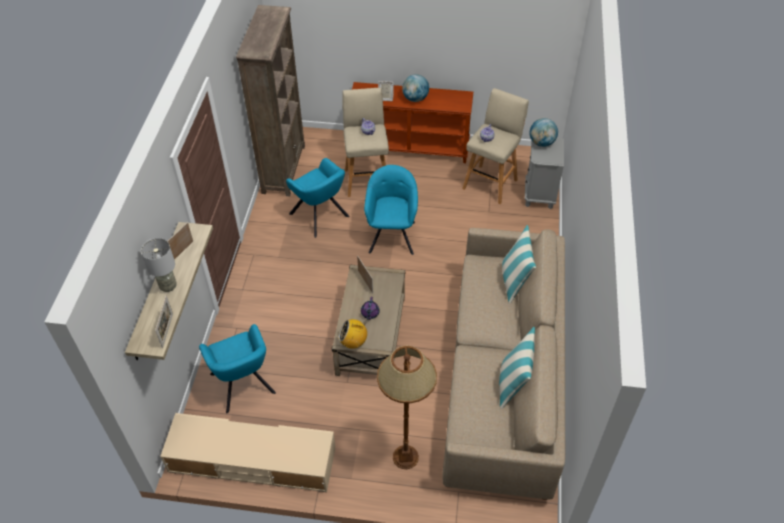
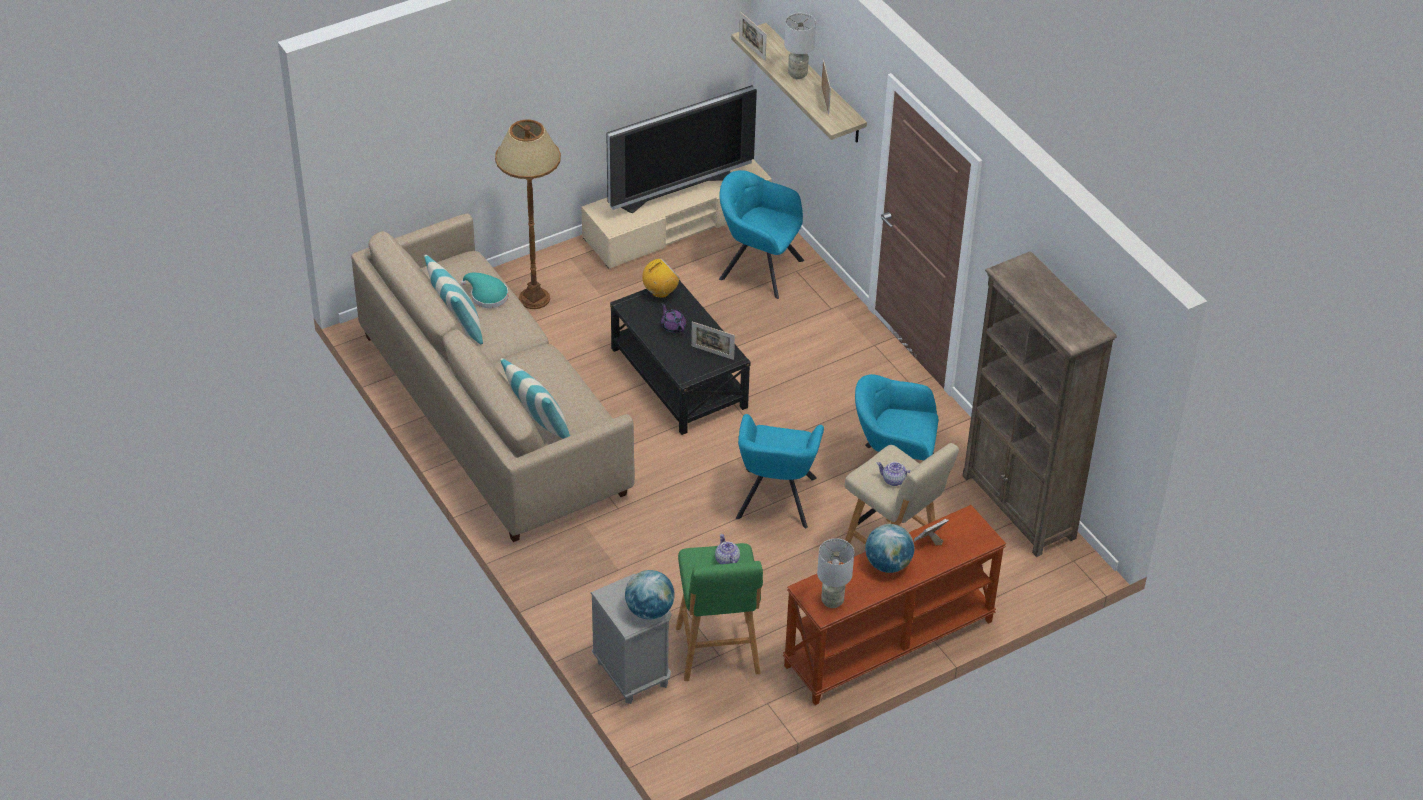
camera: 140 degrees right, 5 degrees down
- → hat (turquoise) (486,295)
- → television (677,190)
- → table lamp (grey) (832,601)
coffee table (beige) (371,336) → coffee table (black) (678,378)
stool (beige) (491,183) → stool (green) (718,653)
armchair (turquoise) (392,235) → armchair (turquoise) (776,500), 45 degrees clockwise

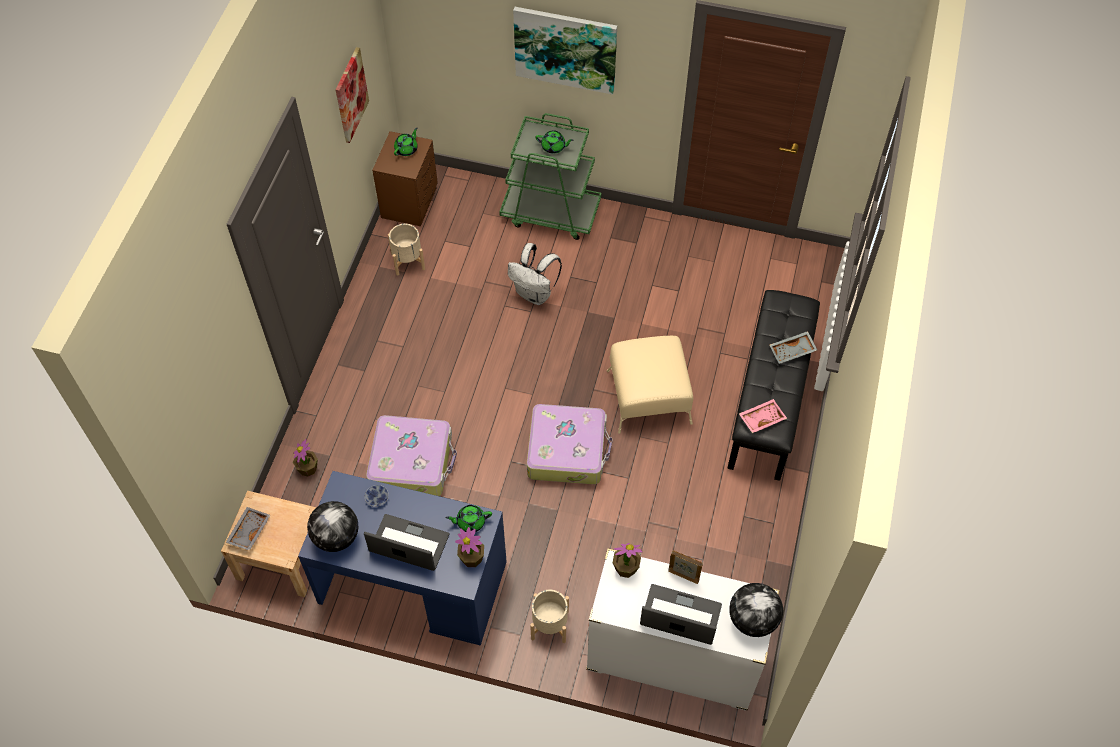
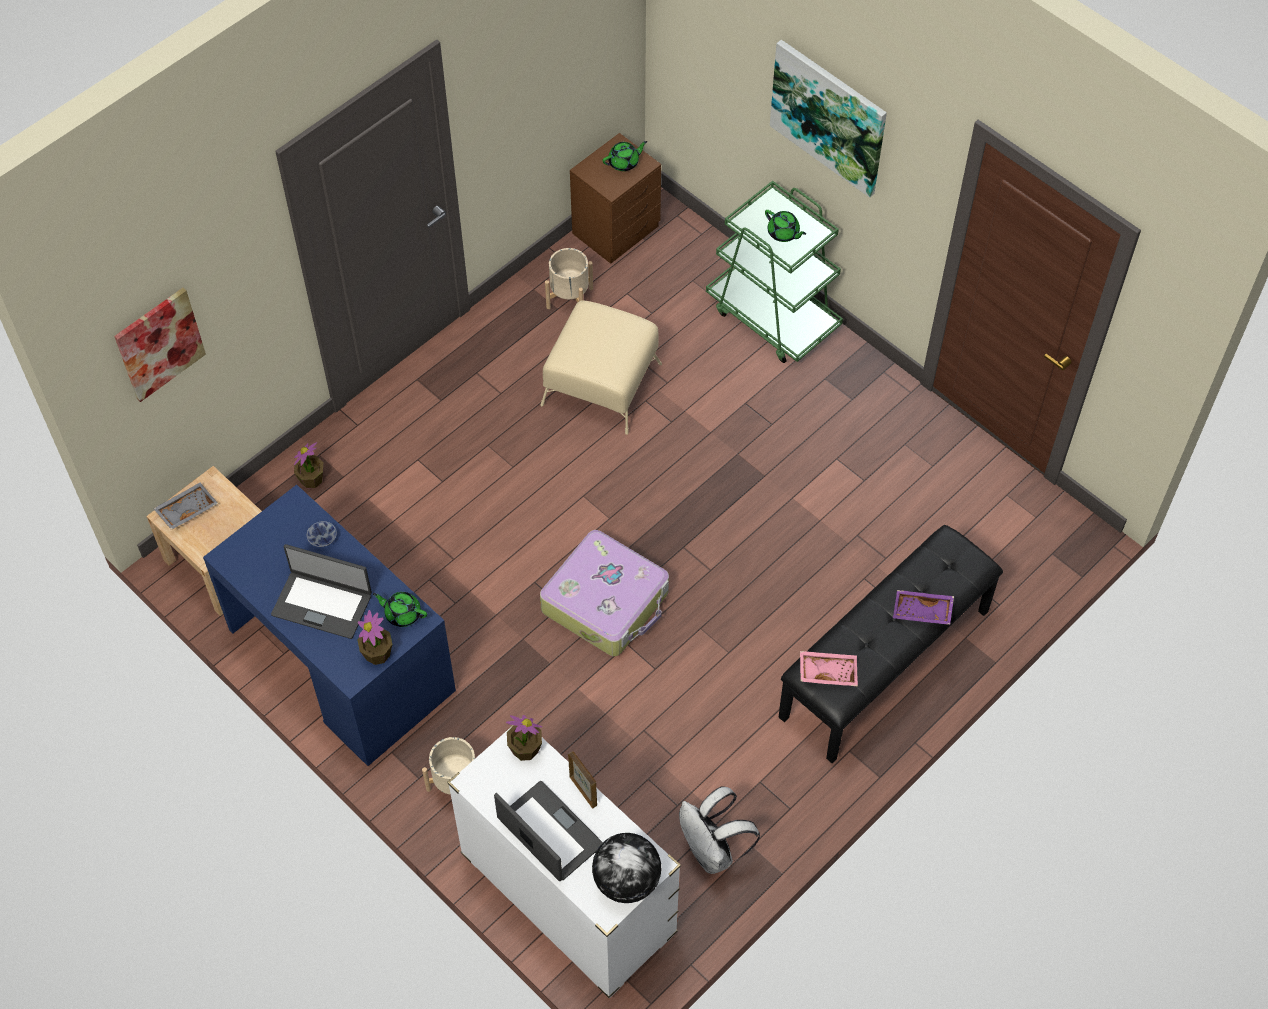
camera: 30 degrees right, 0 degrees up
globe (336,537) → -
suitcase (412,462) → -
picture (350,95) → picture (159,343), shifted
backpack (white) (535,294) → backpack (white) (713,852), shifted
ottoman (beige) (648,397) → ottoman (beige) (600,384), shifted
tray (grey) (792,351) → tray (purple) (922,612)
laptop (409,544) → laptop (322,604), 150 degrees clockwise

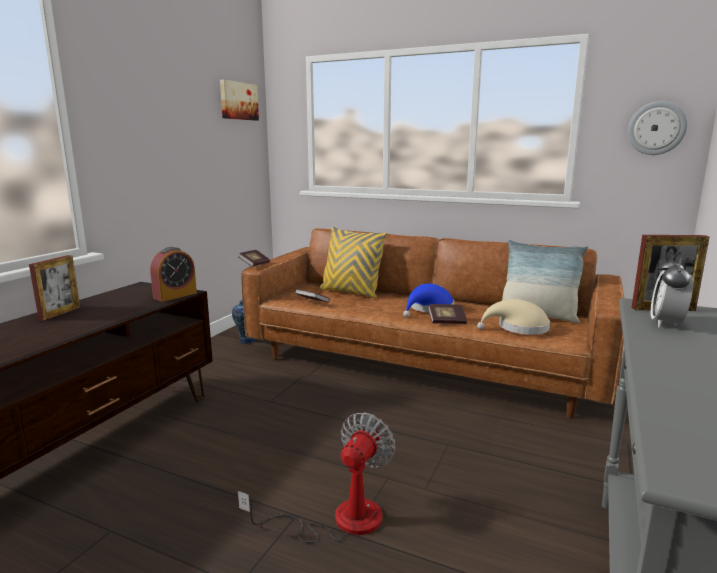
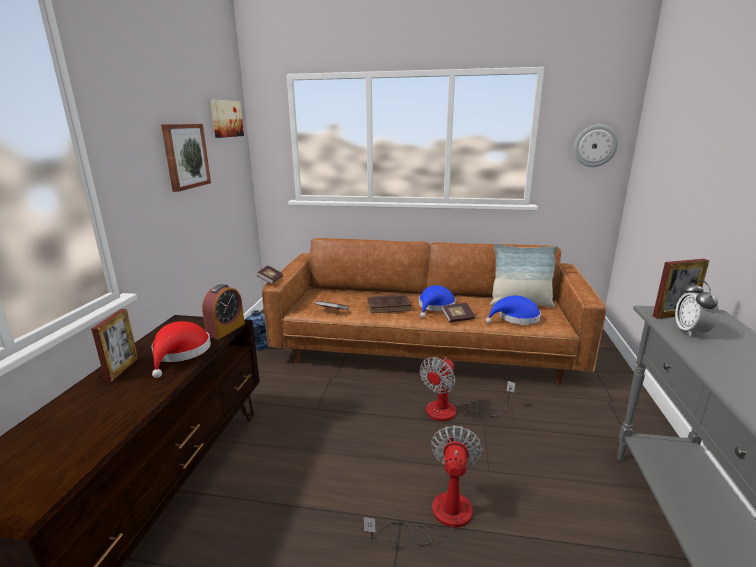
camera: 15 degrees left, 5 degrees up
pillow (yellow) (351,292) → -
- → hat (red) (180,353)
- → picture (185,156)
- → book (brown) (390,306)
- → fan (452,411)
hat (beige) (518,328) → hat (blue) (516,318)

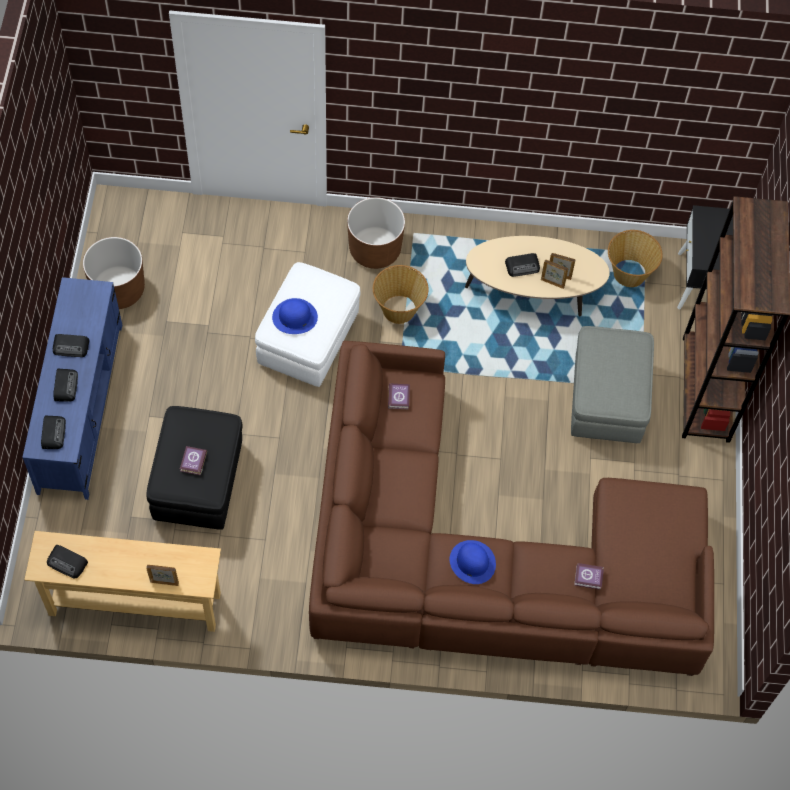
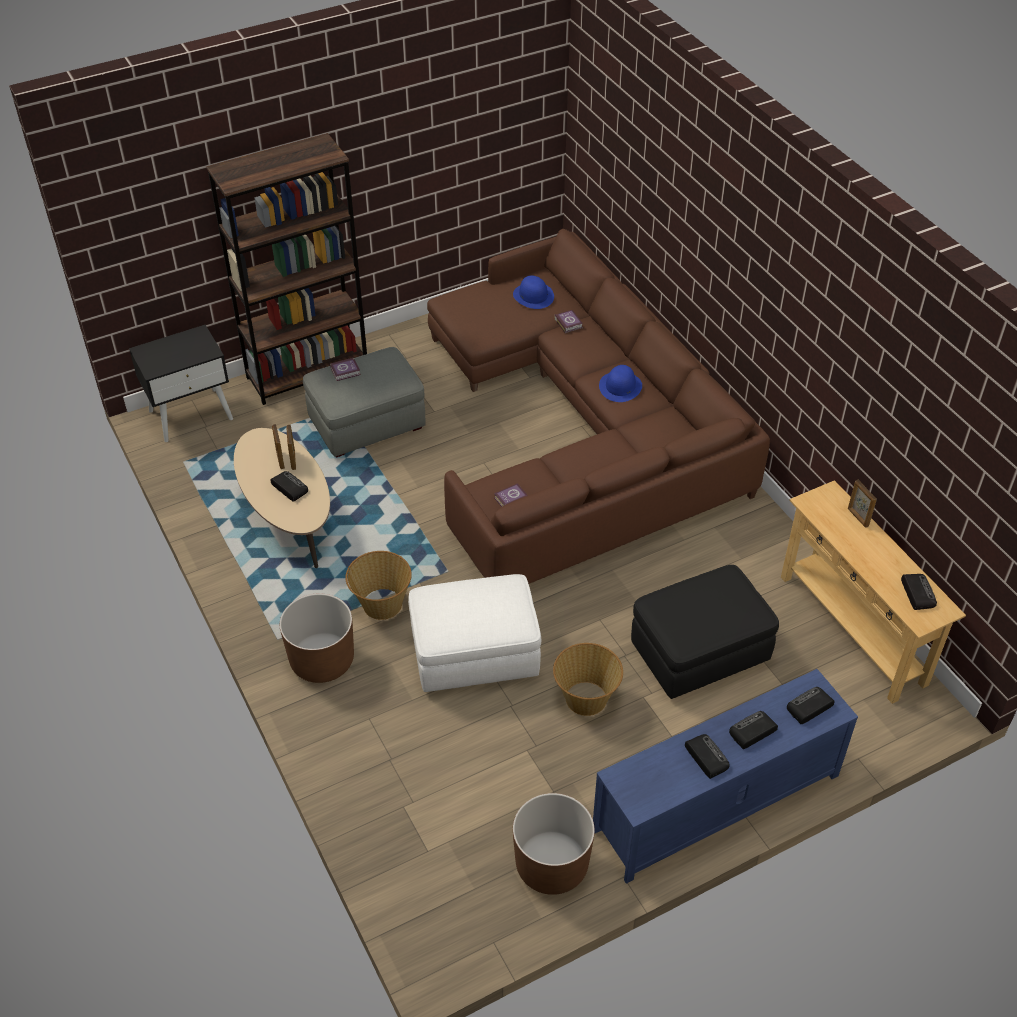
camera: 120 degrees left, 15 degrees down
book (192,462) → book (346,371), shifted
hat (blue) (294,317) → hat (blue) (533,296), shifted
basket (629,273) → basket (586,699), shifted

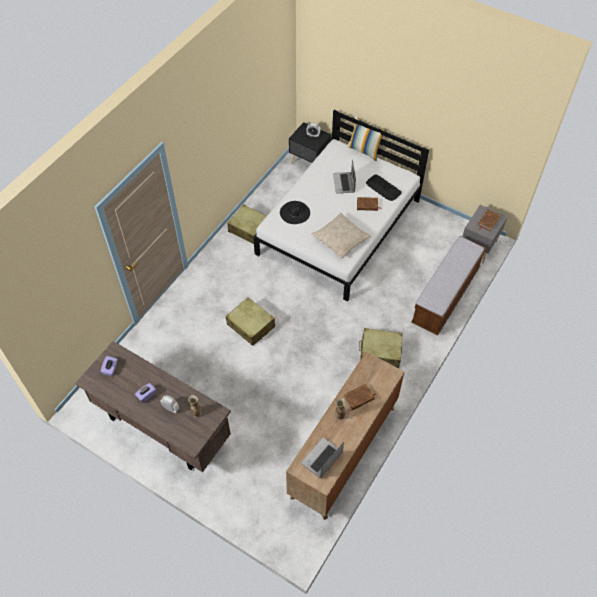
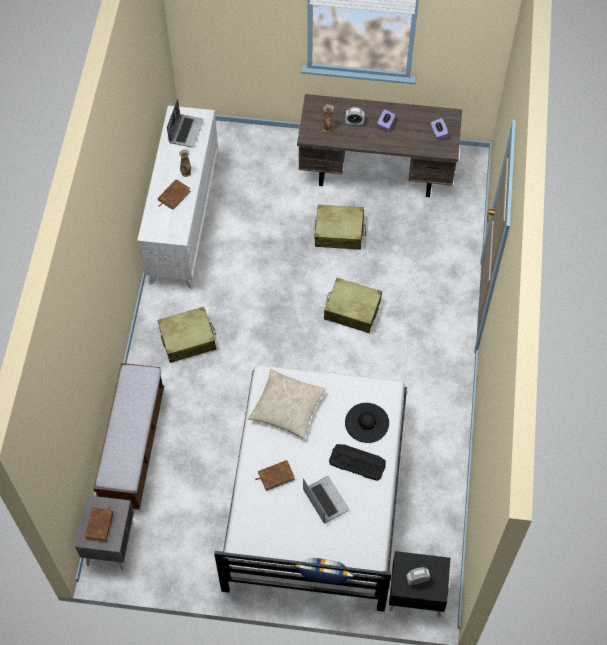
camera: 155 degrees right, 5 degrees up
suitcase (beige) (250,229) → suitcase (beige) (339,232), shifted
keyboard (383,188) → keyboard (357,462), shifted
dresser (brown) (343,452) → dresser (white) (184,221)

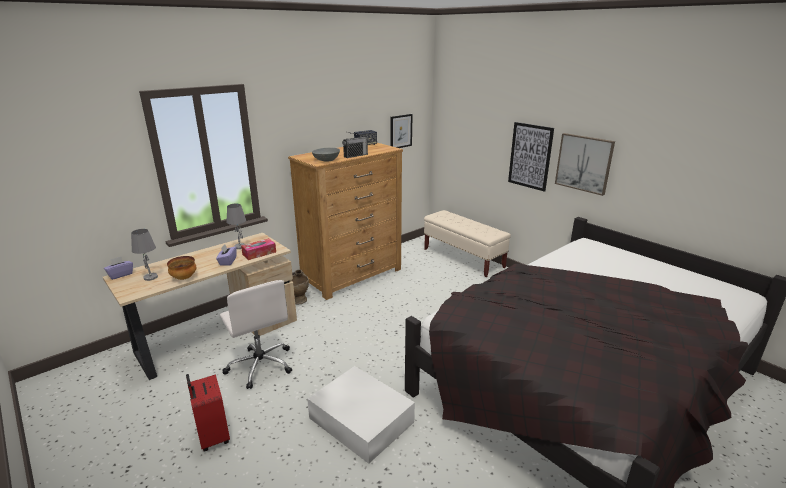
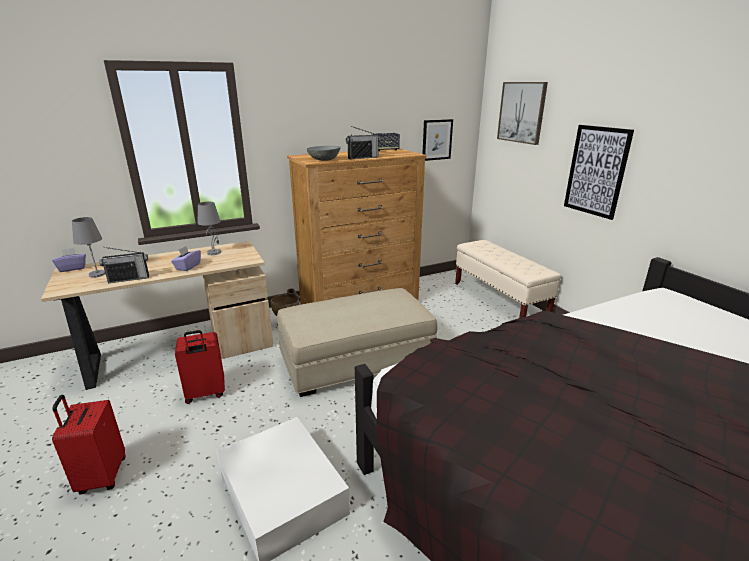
camera: 15 degrees right, 0 degrees up
tissue box (259,253) → -
- → ottoman (beige) (356,359)
picture (584,163) → picture (521,112), shifted
bowl (184,278) → radio (129,279)
office chair (white) (260,365) → suitcase (red) (205,394)

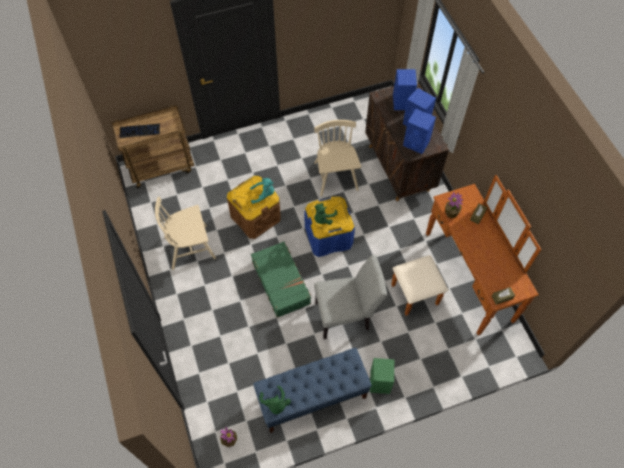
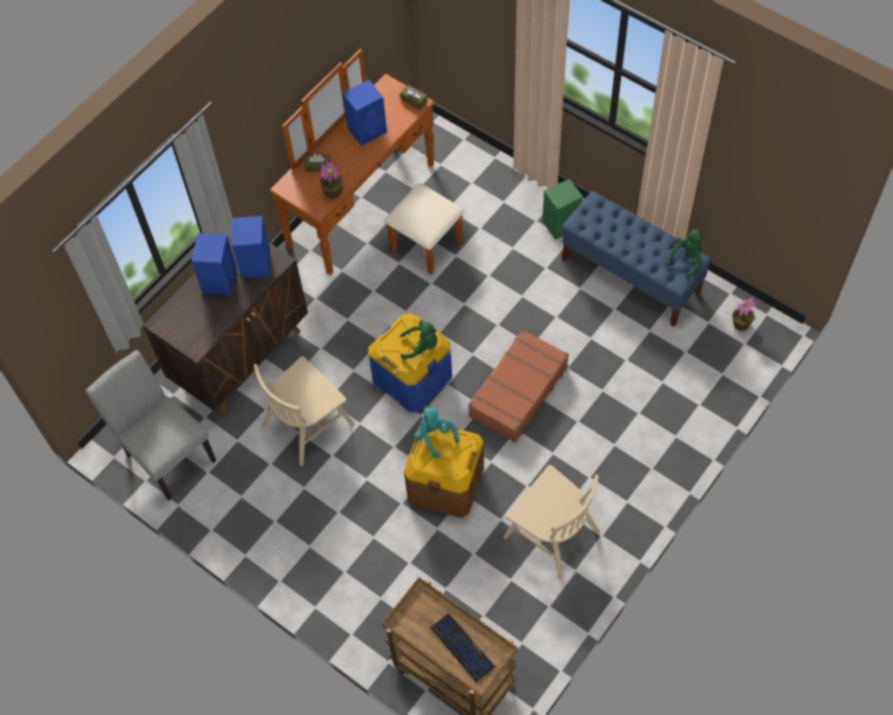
camera: 120 degrees left, 0 degrees up
chair (grey) (346,315) → chair (grey) (166,453), shifted
speaker (blue) (402,102) → speaker (blue) (368,130), shifted
suitcase (green) (281,282) → suitcase (brown) (517,391)

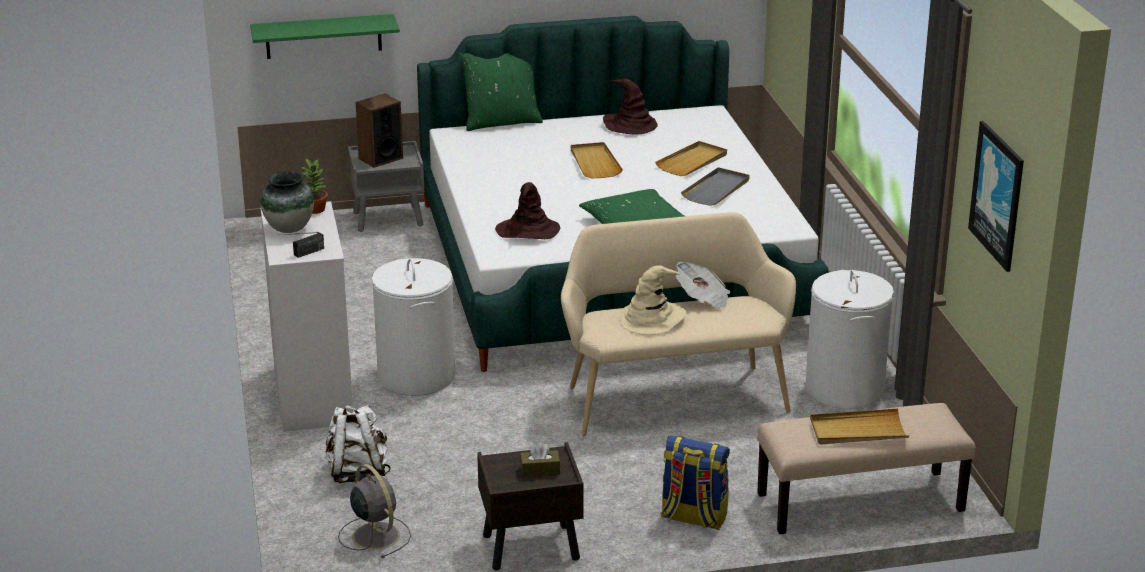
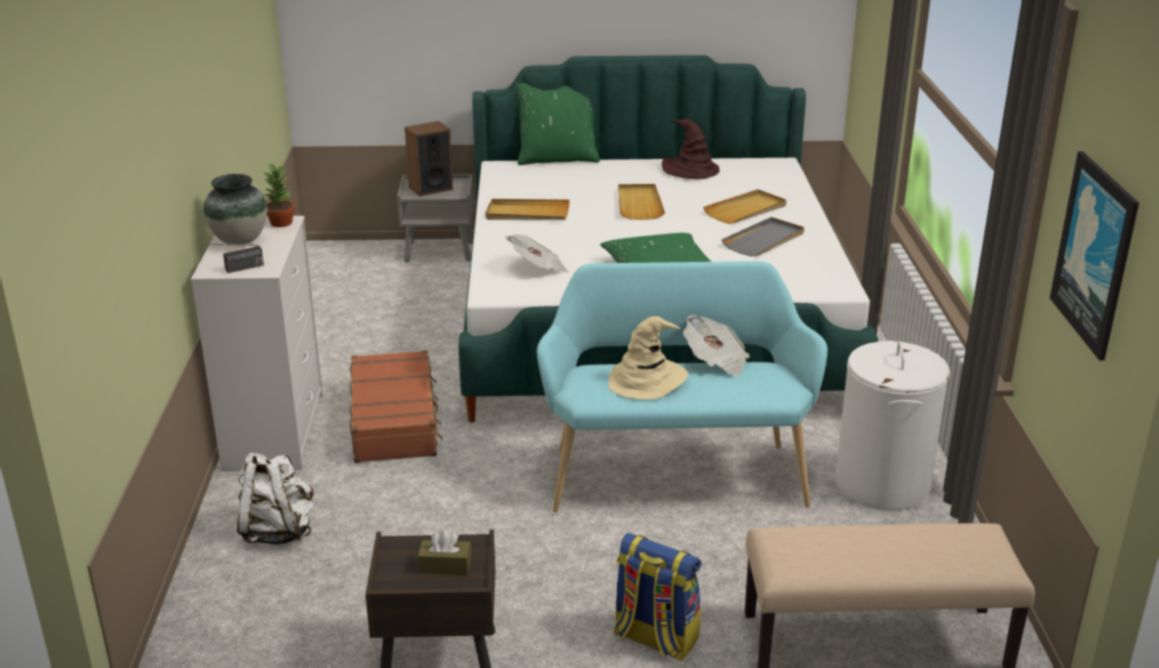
camera: 10 degrees right, 0 degrees up
shelf (green) (323,36) → -
fan (grey) (375,535) → -
tray (beige) (858,431) → tray (beige) (527,213), shifted
laundry basket (white) (416,376) → suitcase (brown) (395,420)
hat (brown) (527,231) → newspaper (538,268)
bench (beige) (673,395) → bench (turquoise) (675,471)

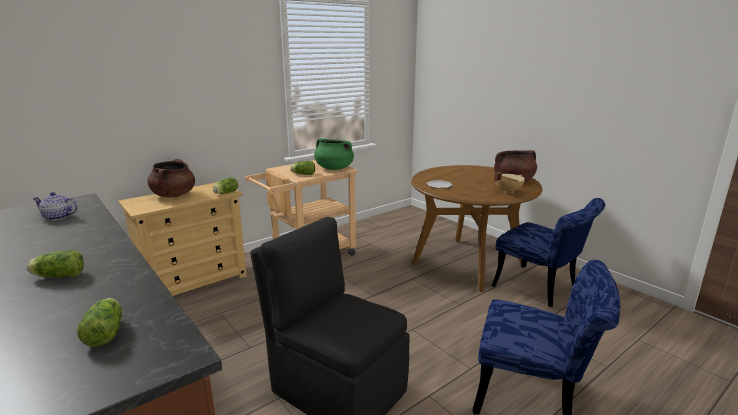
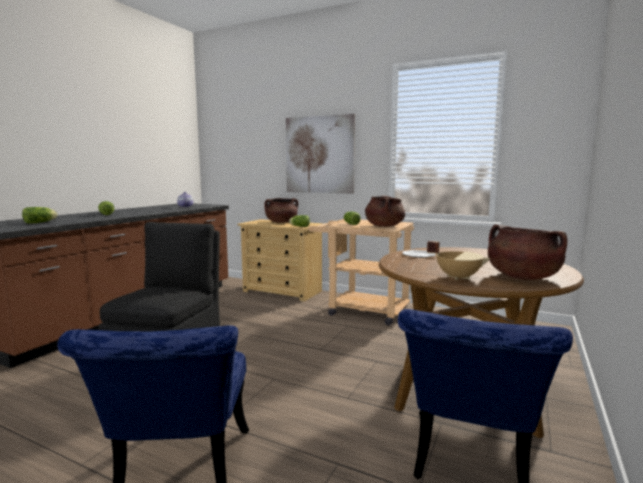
camera: 65 degrees right, 10 degrees down
- → picture (319,155)
cooking pot (green) (334,168) → cooking pot (brown) (384,226)

